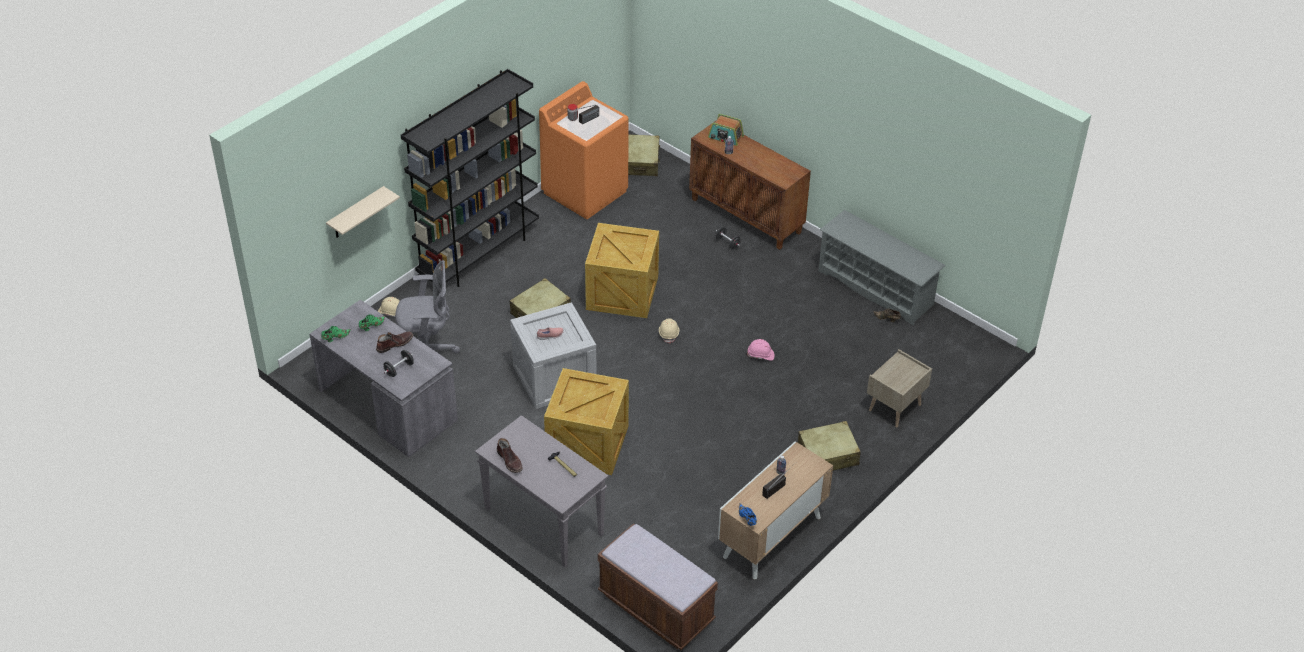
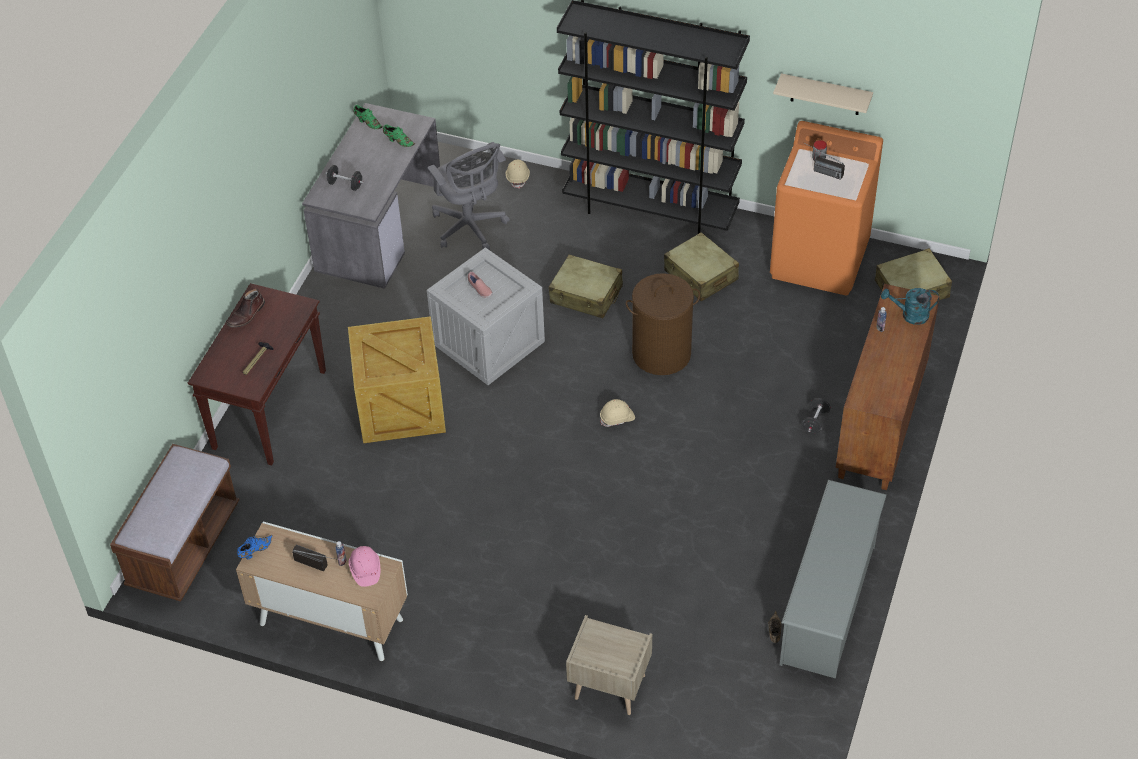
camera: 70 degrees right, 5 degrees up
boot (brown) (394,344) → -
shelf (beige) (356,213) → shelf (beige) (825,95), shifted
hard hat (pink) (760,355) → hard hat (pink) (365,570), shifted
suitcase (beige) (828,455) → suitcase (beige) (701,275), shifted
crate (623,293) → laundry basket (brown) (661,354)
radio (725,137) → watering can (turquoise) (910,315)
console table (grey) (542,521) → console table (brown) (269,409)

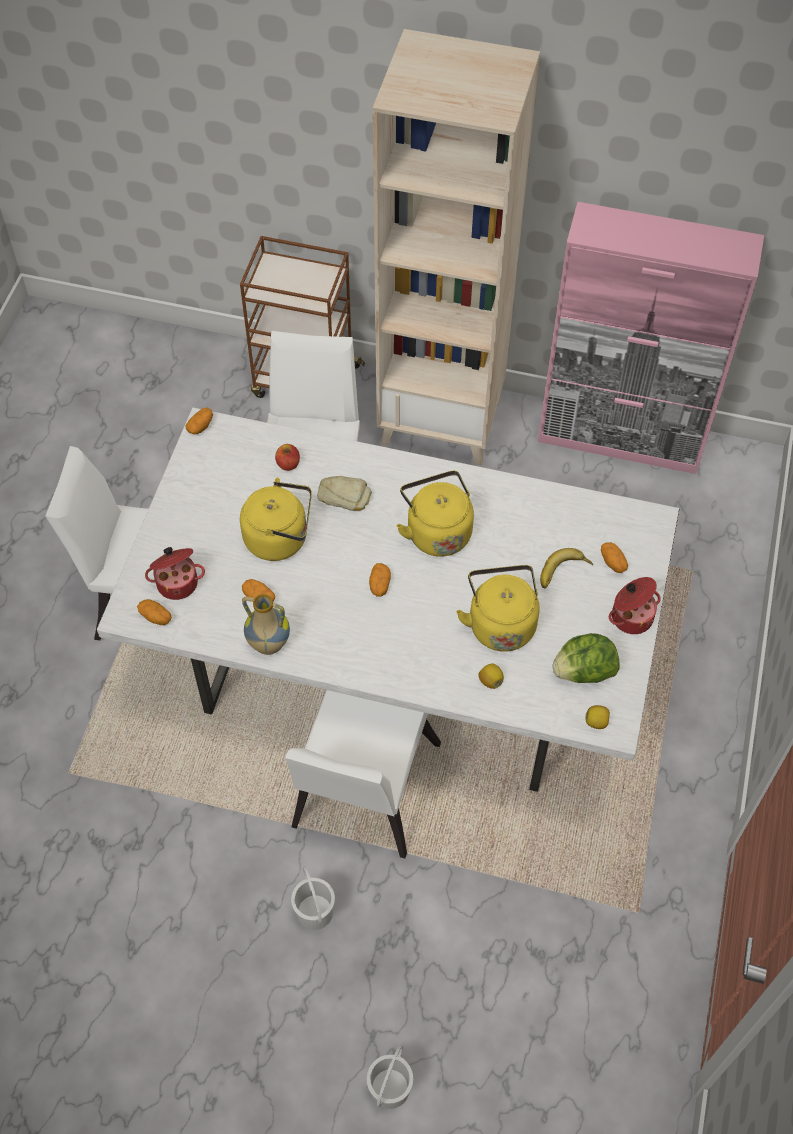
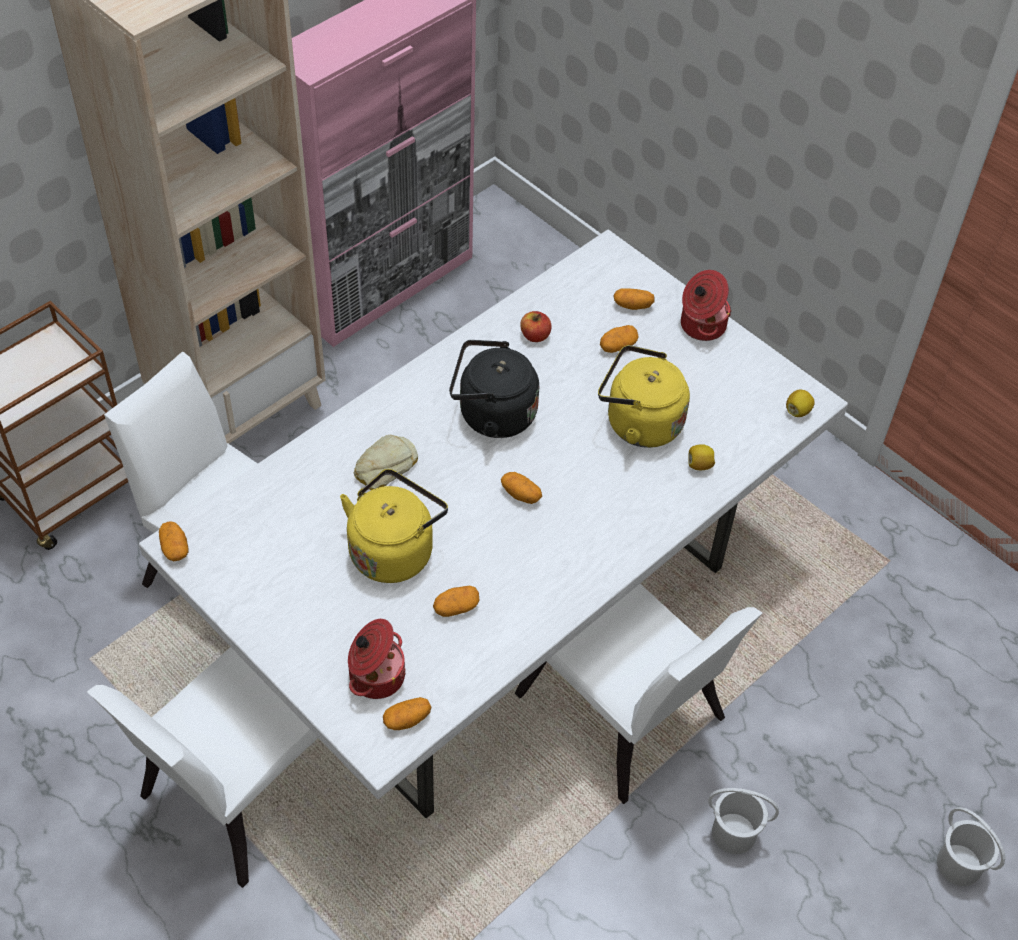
camera: 60 degrees left, 5 degrees down
vase (268,645) → -
lettuce (583,671) → -
apple (288,464) → apple (535,335), shifted
banana (564,573) → potato (617,346)
kettle (yellow) (436,531) → kettle (black) (492,414)

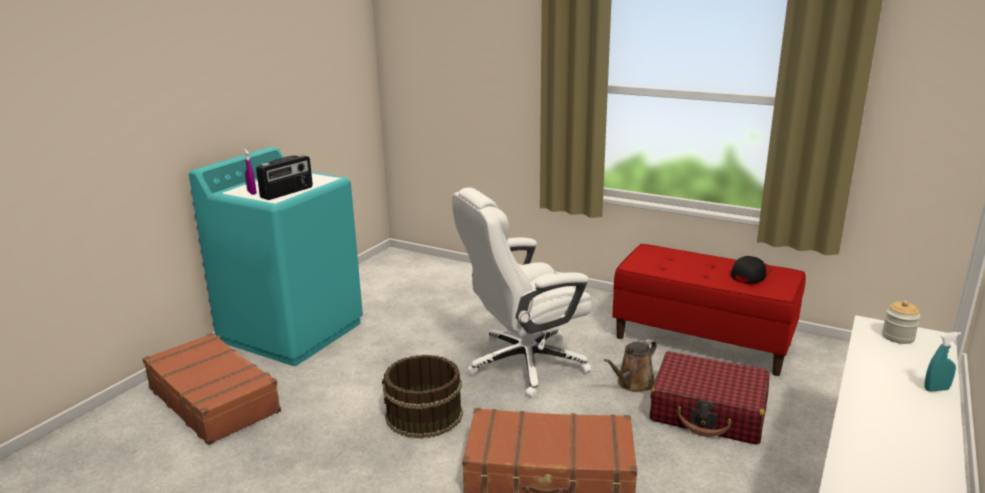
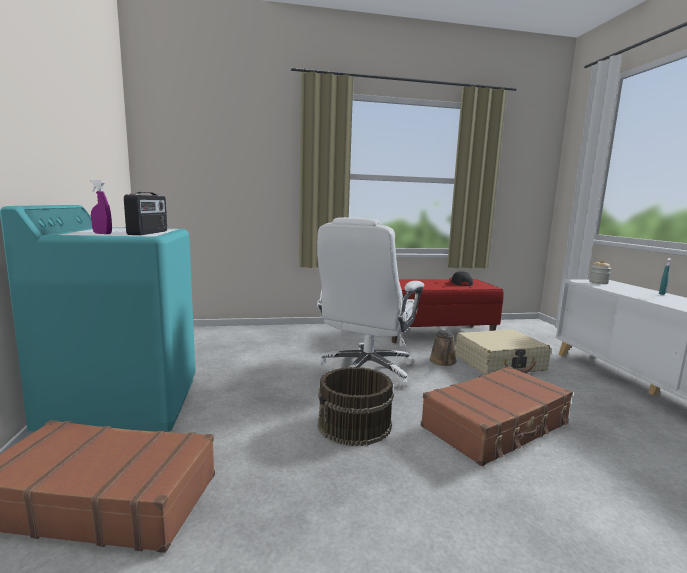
camera: 40 degrees left, 10 degrees down
suitcase (red) (708,412) → suitcase (beige) (500,363)

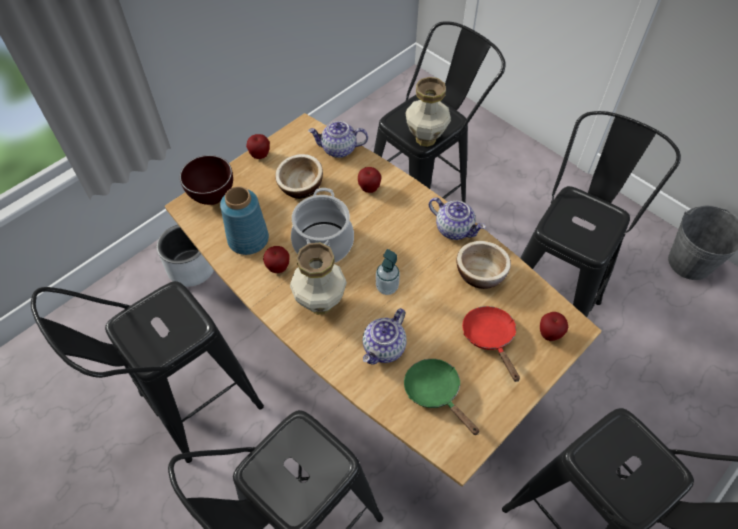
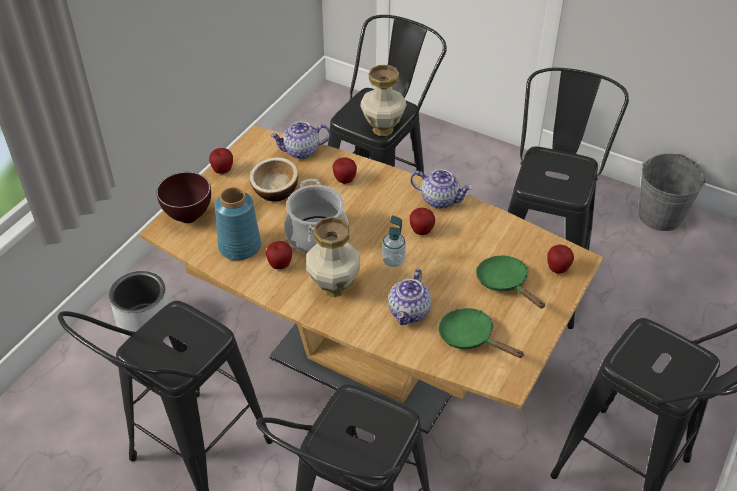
camera: 15 degrees left, 10 degrees down
bowl (480,274) → -
- → apple (421,231)
frying pan (red) (490,338) → frying pan (green) (505,283)

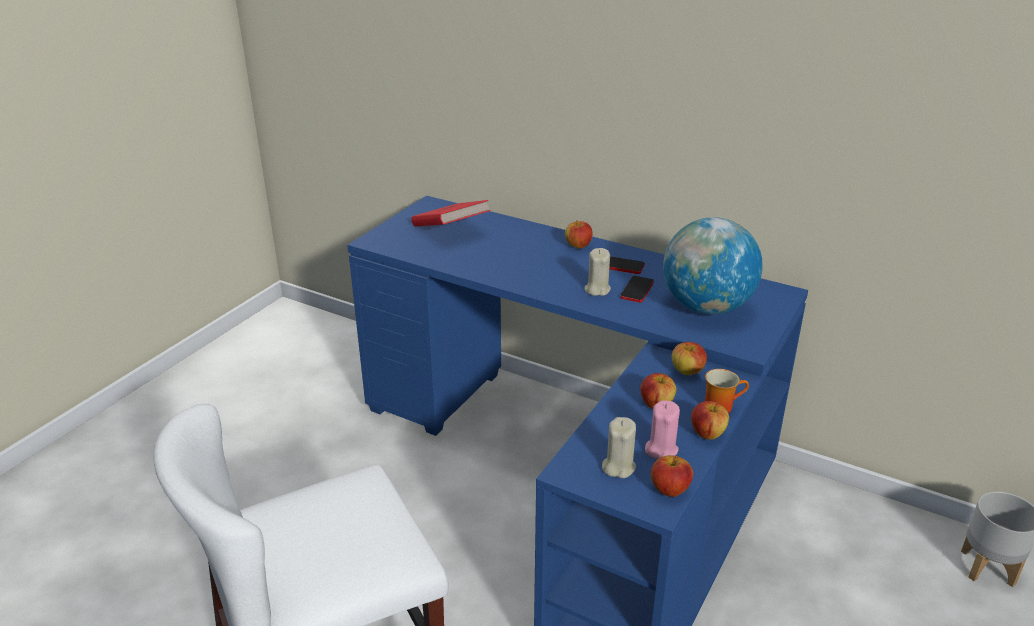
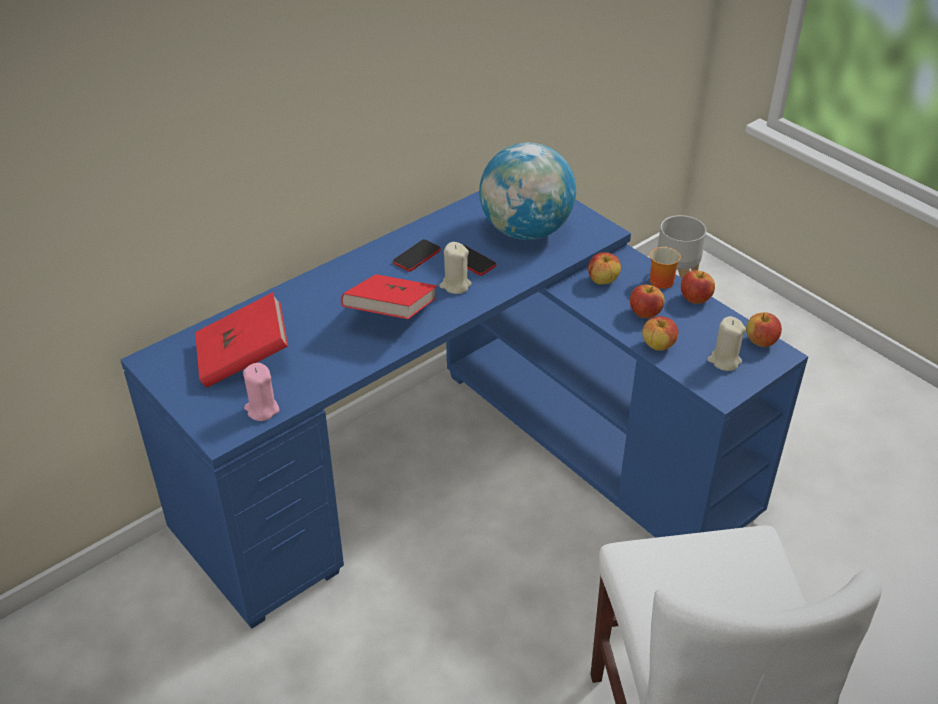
camera: 70 degrees left, 10 degrees up
- → book (red) (391,314)
apple (578,246) → apple (658,346), shifted
candle (pink) (661,449) → candle (pink) (262,409), shifted

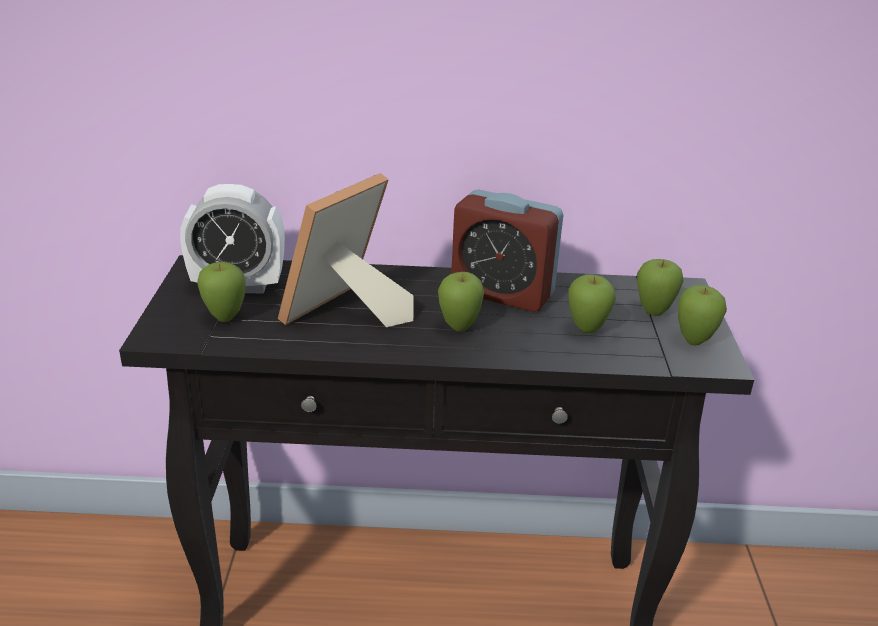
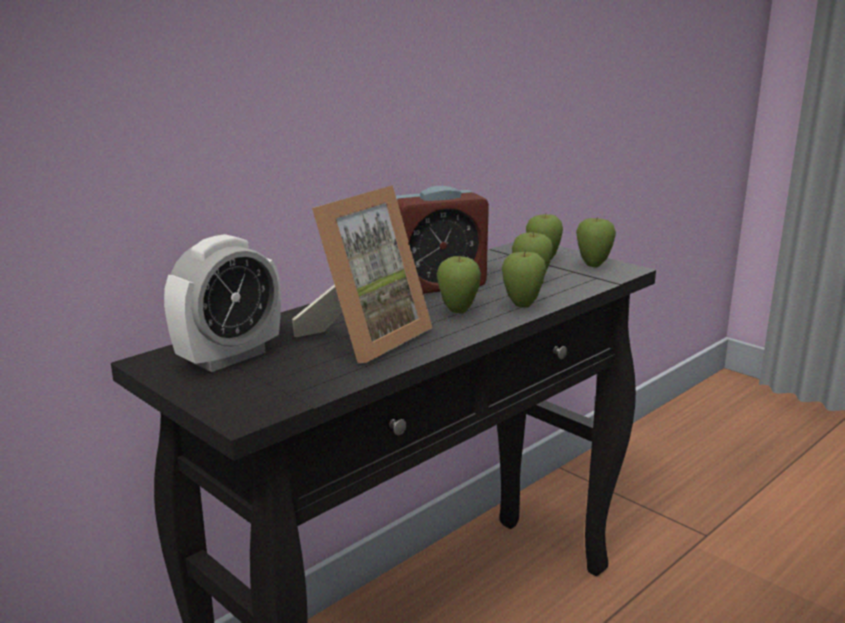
camera: 45 degrees left, 10 degrees down
apple (225,318) → apple (522,305), shifted
picture frame (345,315) → picture frame (365,338), 135 degrees counterclockwise

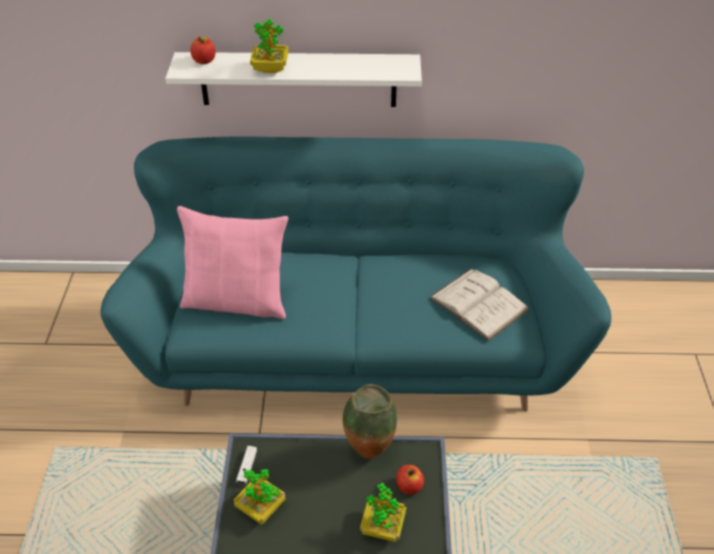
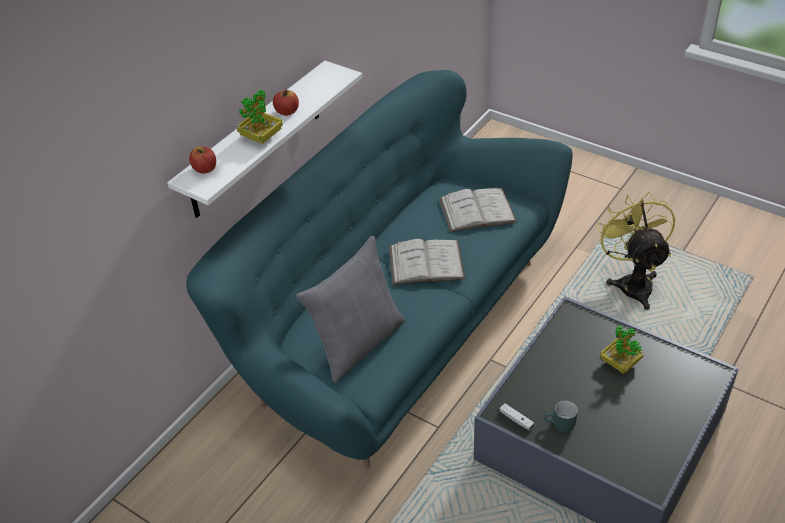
camera: 55 degrees left, 0 degrees up
vase (368,450) → -
- → book (white) (426,262)
- → fan (yellow) (632,283)
apple (409,486) → apple (287,112), shifted
potted plant (261,508) → mug (turquoise) (560,426)
pillow (pink) (237,301) → pillow (grey) (358,343)

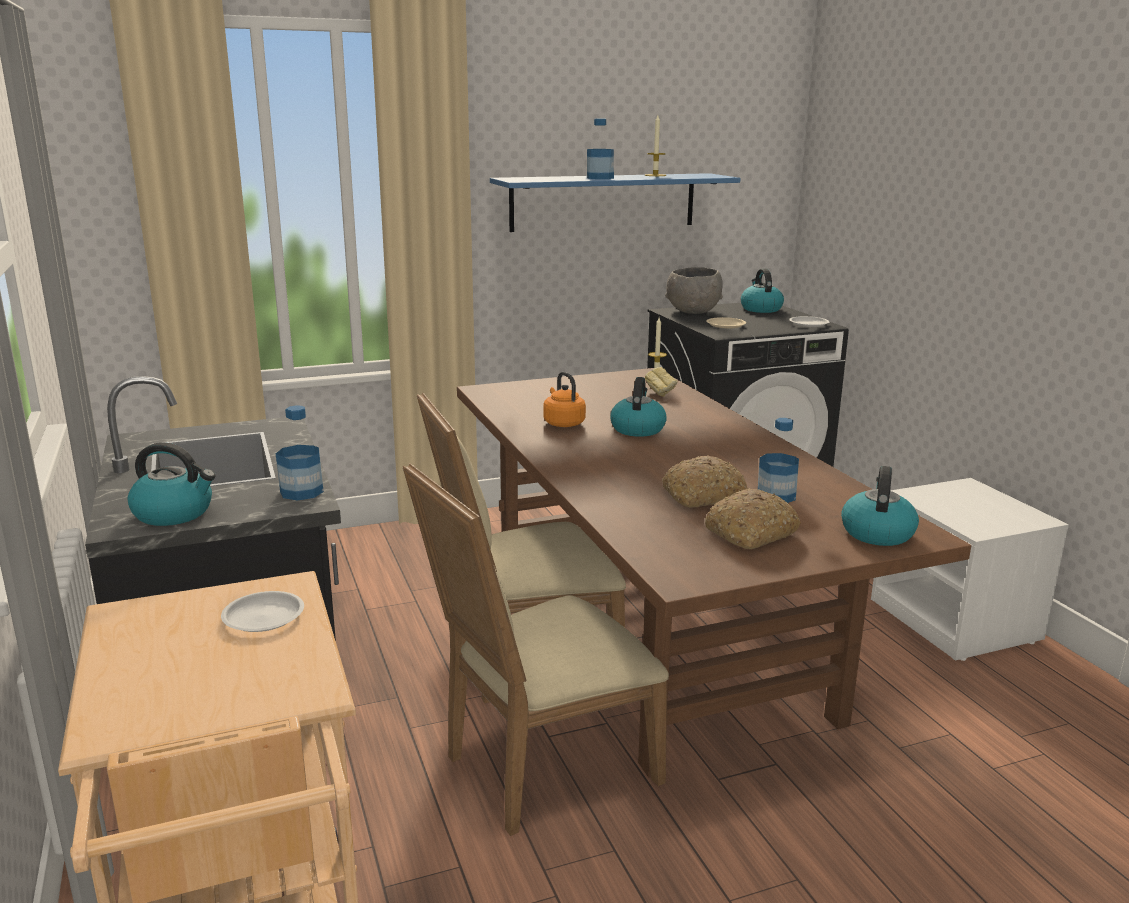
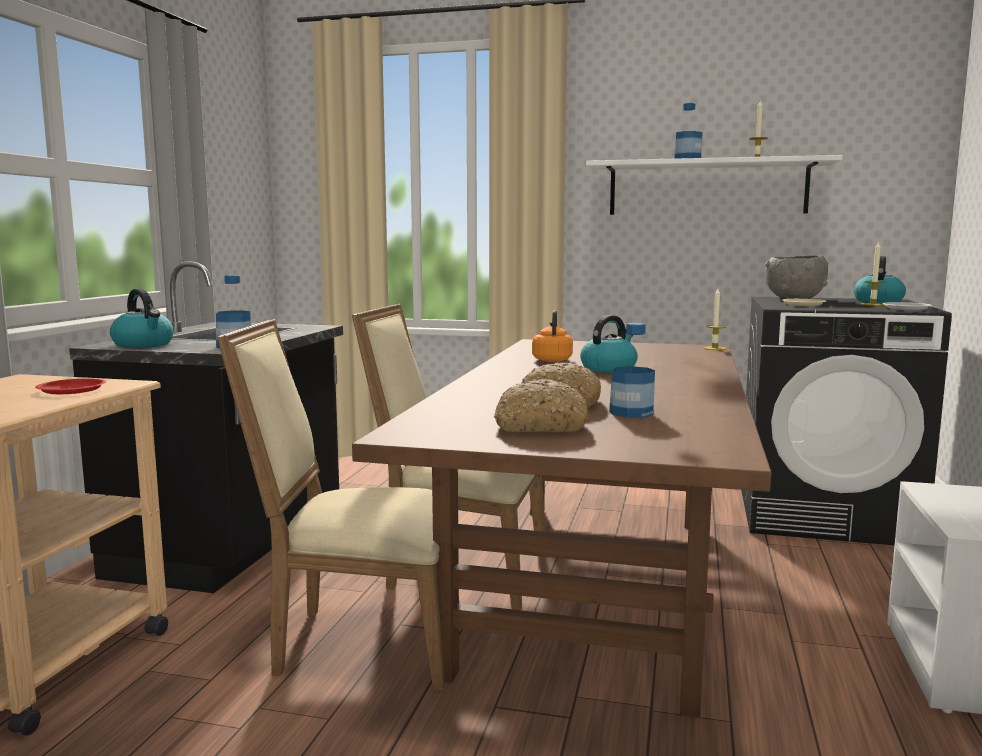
camera: 35 degrees right, 10 degrees down
bread (660,393) → -
kettle (877,532) → -
- → candle (873,304)
plate (white) (264,617) → plate (red) (72,390)
shelf (blue) (603,202) → shelf (white) (707,188)

